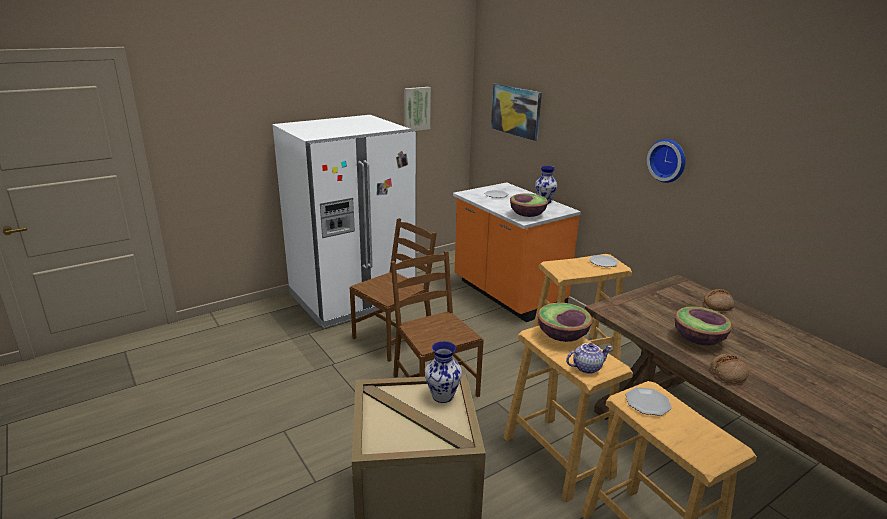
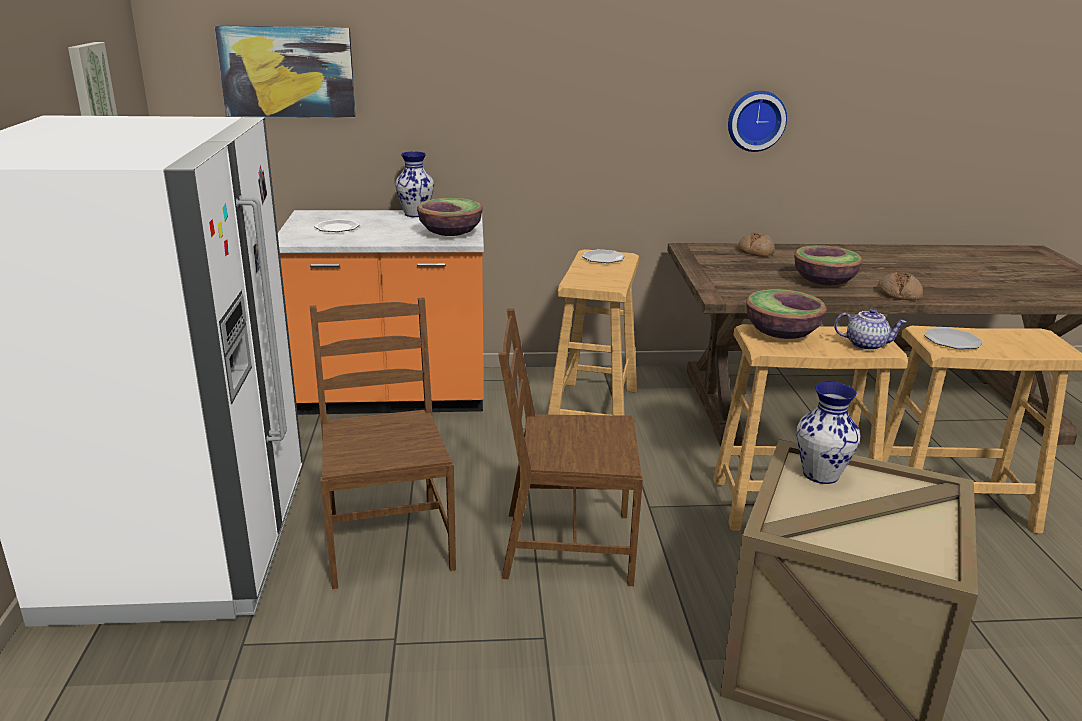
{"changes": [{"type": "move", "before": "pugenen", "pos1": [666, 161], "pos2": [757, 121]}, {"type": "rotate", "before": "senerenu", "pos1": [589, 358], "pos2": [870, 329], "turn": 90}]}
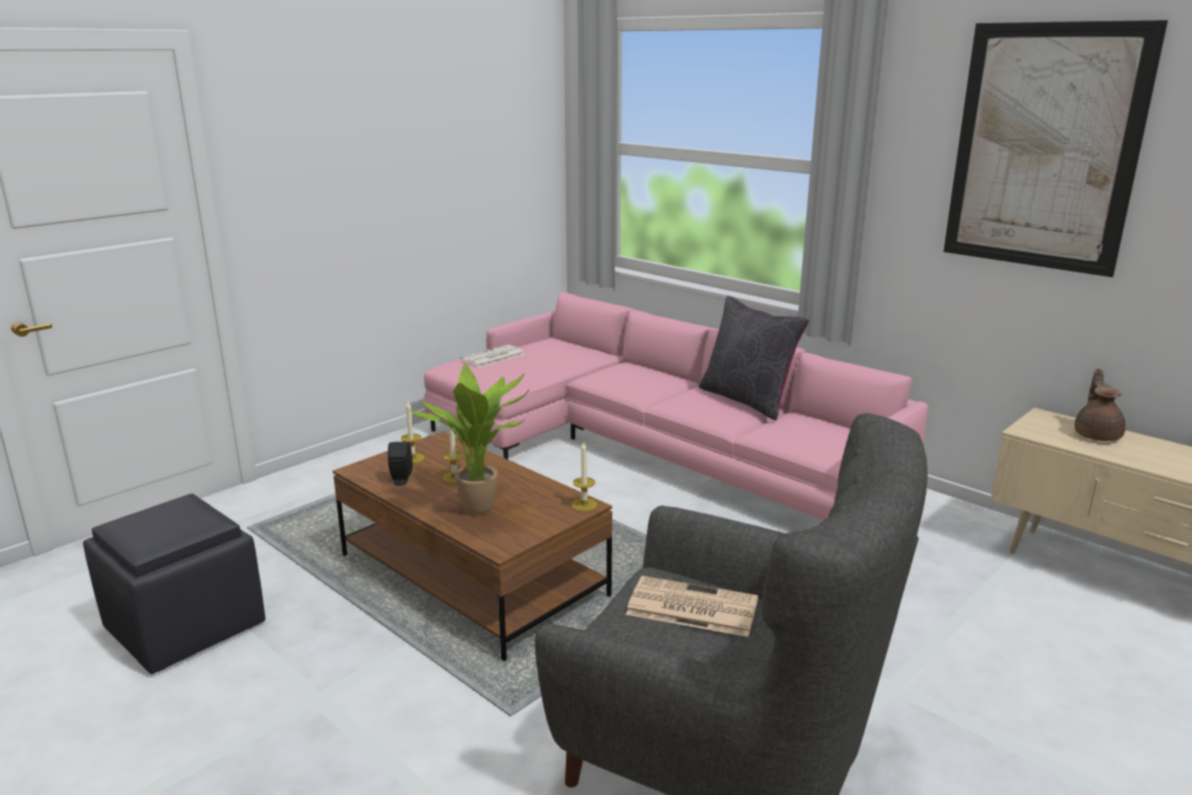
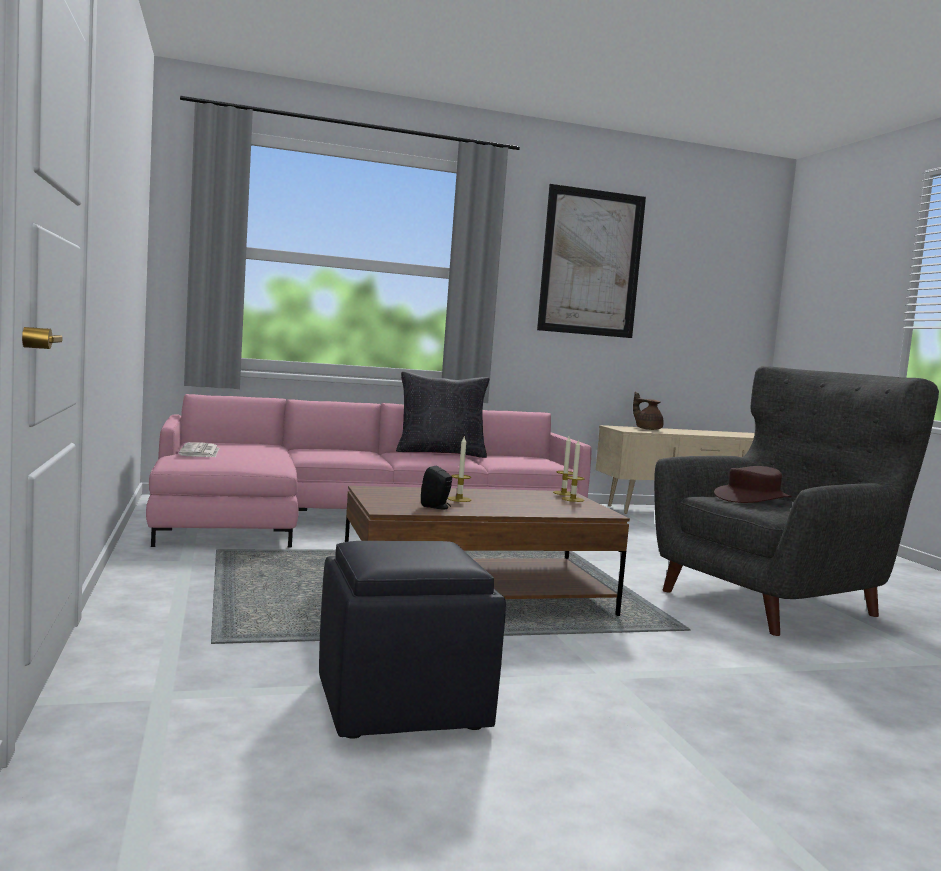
{"changes": [{"type": "move", "before": "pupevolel", "pos1": [412, 432], "pos2": [573, 470]}, {"type": "replace", "before": "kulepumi", "after": "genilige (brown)", "pos1": [692, 606], "pos2": [753, 484]}, {"type": "delete", "before": "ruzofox", "pos1": [468, 439]}]}
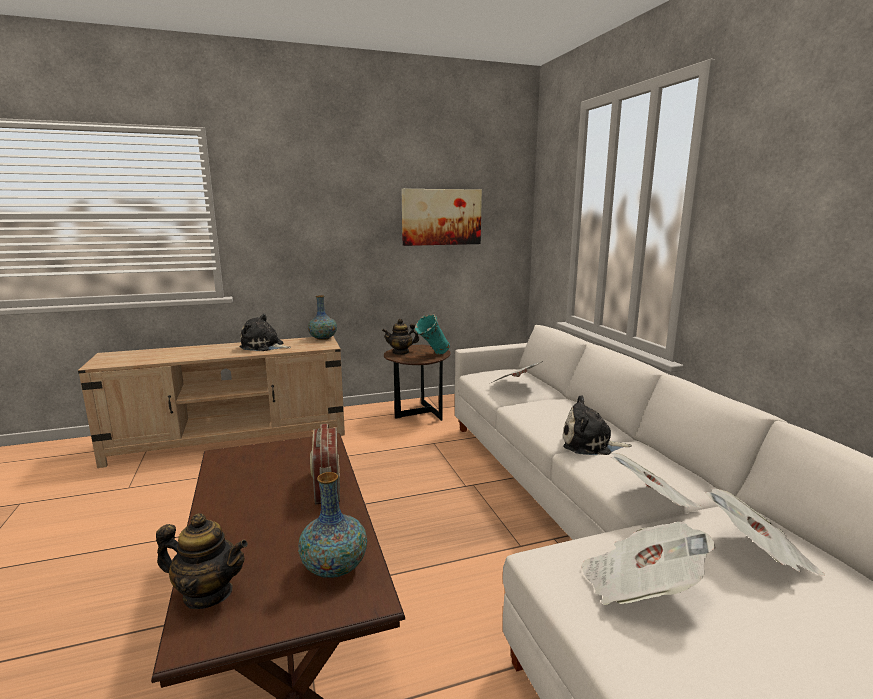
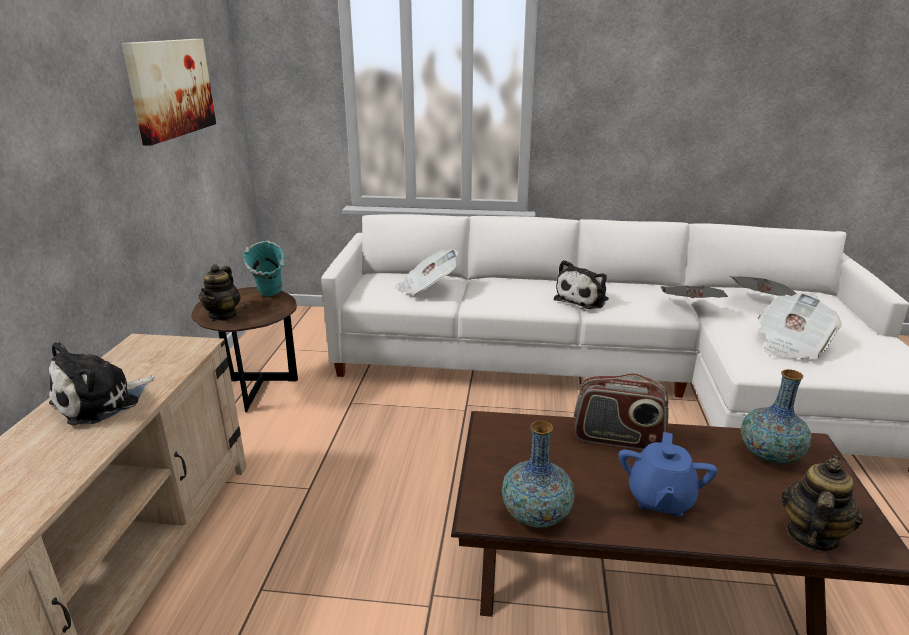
{"changes": [{"type": "move", "before": "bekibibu", "pos1": [322, 317], "pos2": [538, 474]}, {"type": "insert", "after": "senerenu (blue)", "pos2": [668, 474]}]}
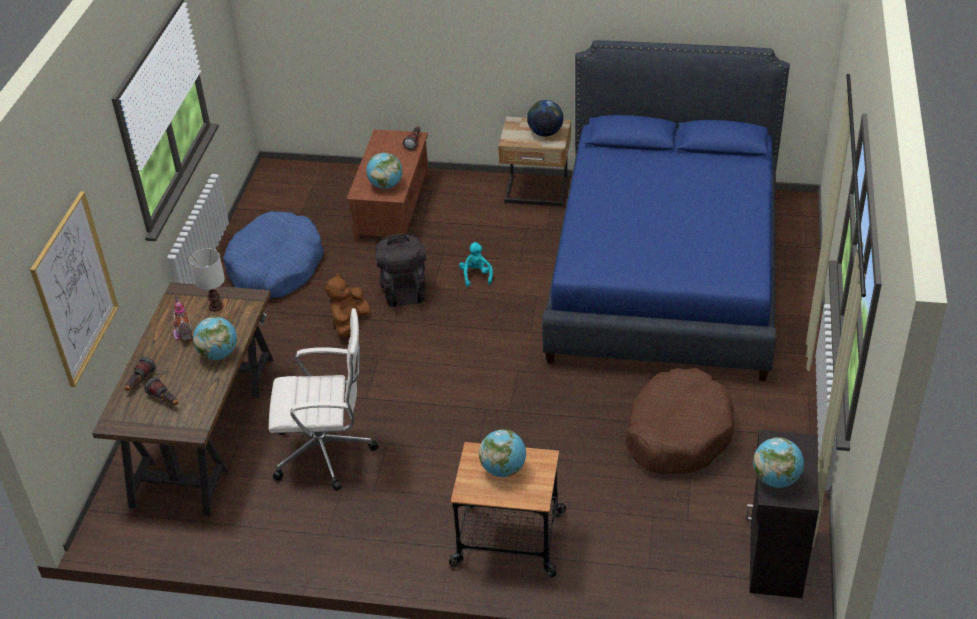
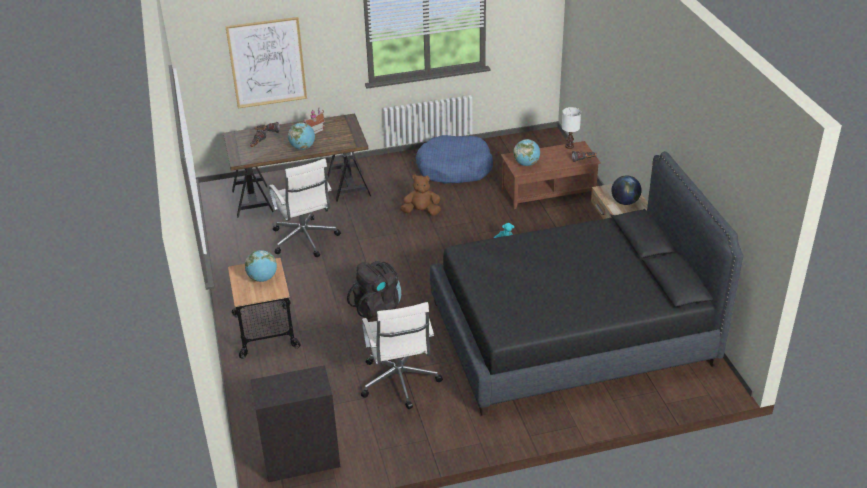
{"changes": [{"type": "move", "before": "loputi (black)", "pos1": [400, 270], "pos2": [374, 290]}, {"type": "replace", "before": "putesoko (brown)", "after": "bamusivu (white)", "pos1": [679, 421], "pos2": [402, 355]}, {"type": "recolor", "before": "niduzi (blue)", "after": "niduzi (black)", "pos1": [666, 210], "pos2": [586, 283]}, {"type": "move", "before": "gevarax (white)", "pos1": [207, 280], "pos2": [571, 128]}, {"type": "delete", "before": "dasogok", "pos1": [778, 462]}]}
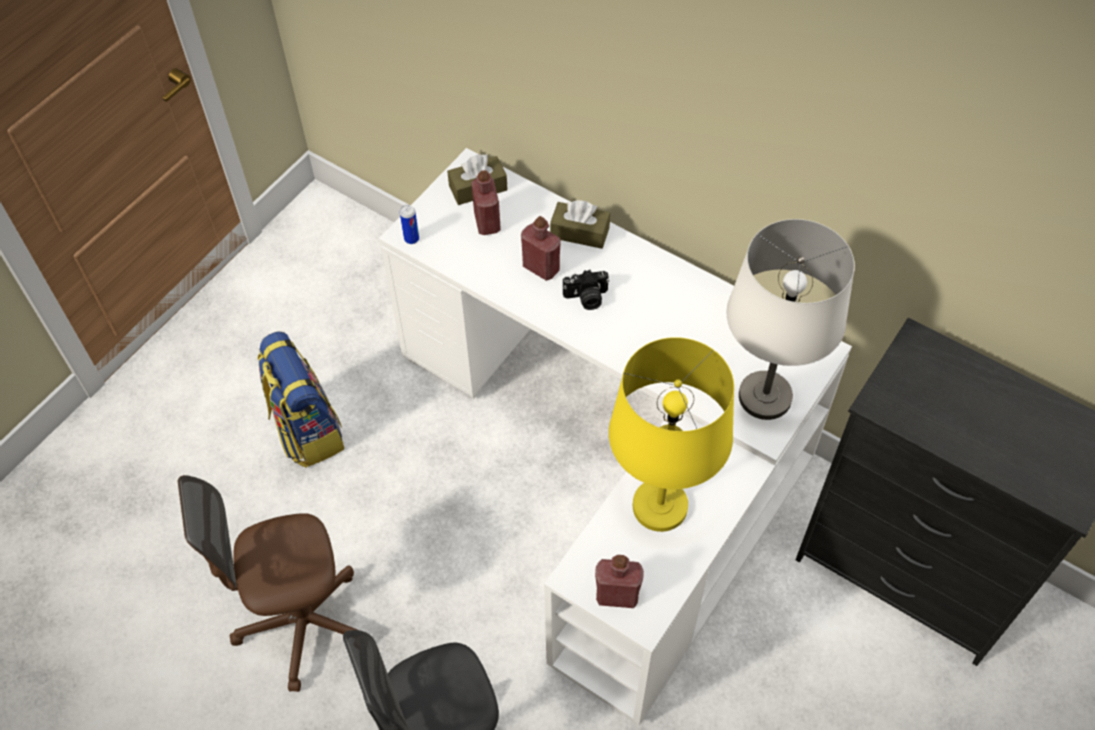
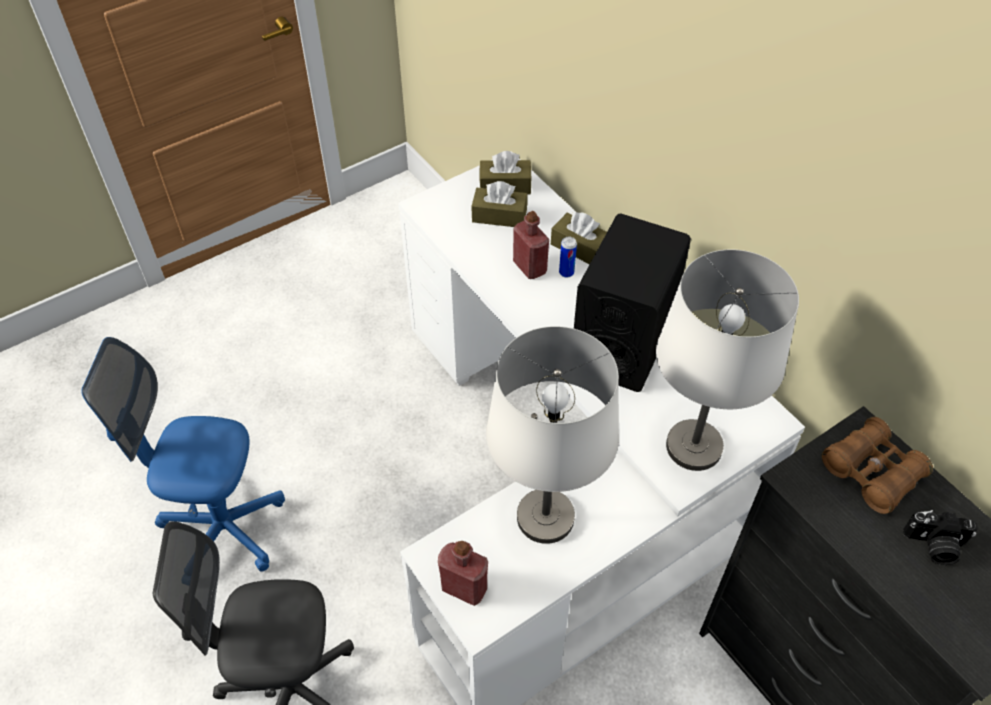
{"changes": [{"type": "recolor", "before": "bamusivu (brown)", "after": "bamusivu (blue)", "pos1": [267, 583], "pos2": [183, 454]}, {"type": "replace", "before": "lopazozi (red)", "after": "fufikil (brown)", "pos1": [486, 202], "pos2": [499, 204]}, {"type": "recolor", "before": "gevarax (yellow)", "after": "gevarax (white)", "pos1": [671, 434], "pos2": [552, 435]}, {"type": "move", "before": "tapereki", "pos1": [409, 224], "pos2": [568, 257]}, {"type": "insert", "after": "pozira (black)", "pos2": [632, 303]}, {"type": "insert", "after": "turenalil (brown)", "pos2": [877, 465]}, {"type": "move", "before": "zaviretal", "pos1": [586, 290], "pos2": [940, 537]}, {"type": "delete", "before": "loputi", "pos1": [300, 399]}]}
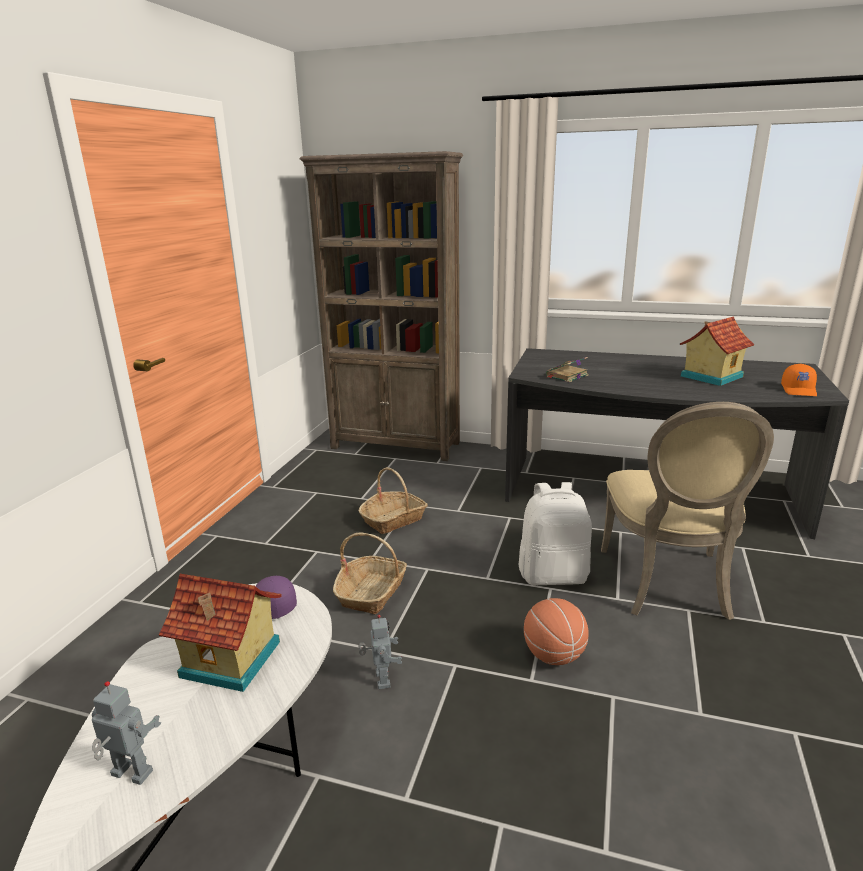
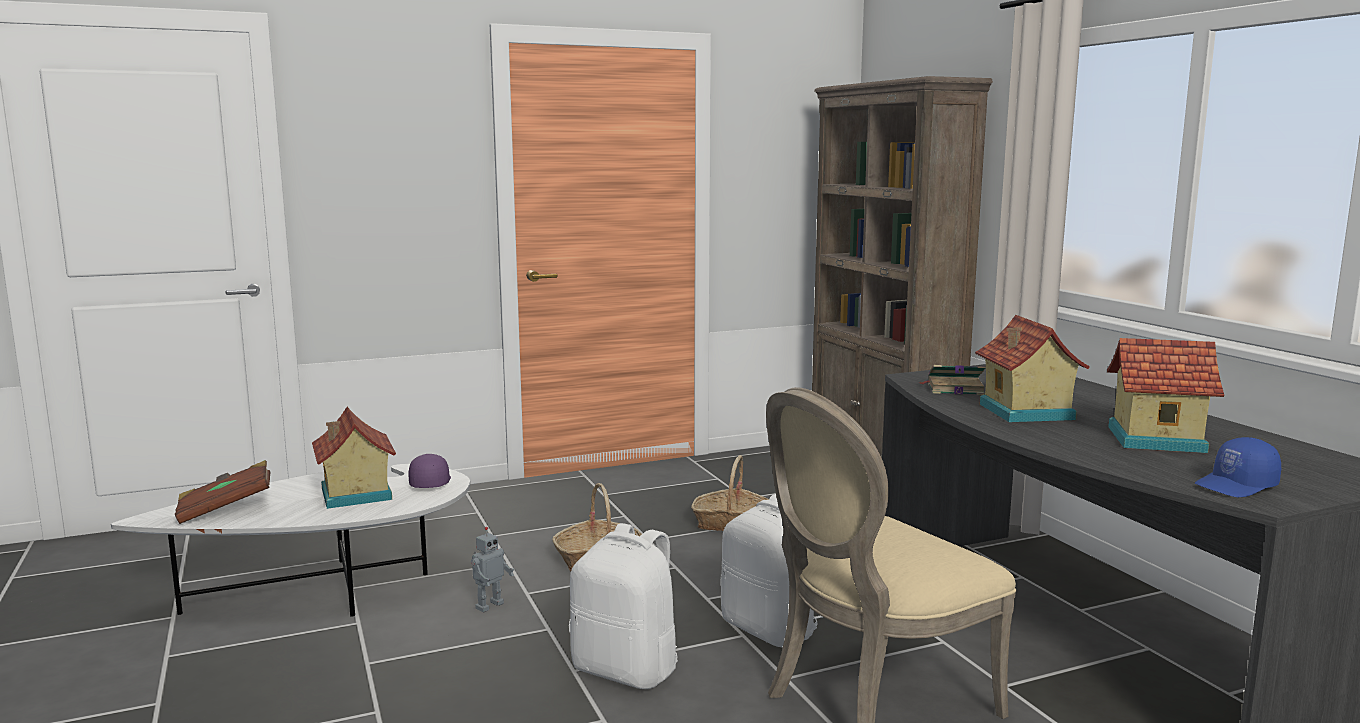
{"changes": [{"type": "replace", "before": "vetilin", "after": "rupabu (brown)", "pos1": [126, 733], "pos2": [222, 492]}, {"type": "replace", "before": "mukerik", "after": "loputi (white)", "pos1": [556, 631], "pos2": [623, 606]}, {"type": "insert", "after": "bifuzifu", "pos2": [1032, 368]}, {"type": "recolor", "before": "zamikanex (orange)", "after": "zamikanex (blue)", "pos1": [799, 380], "pos2": [1238, 467]}]}
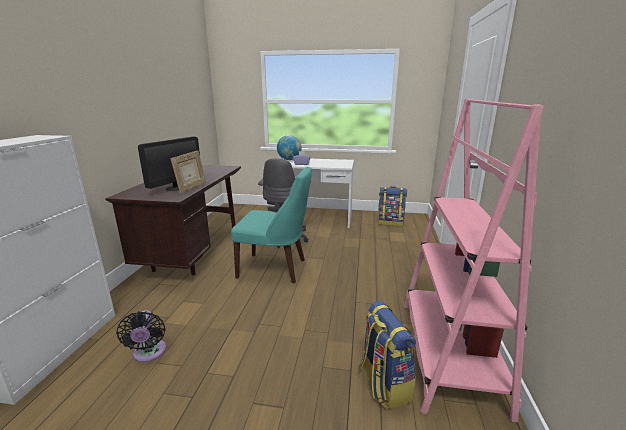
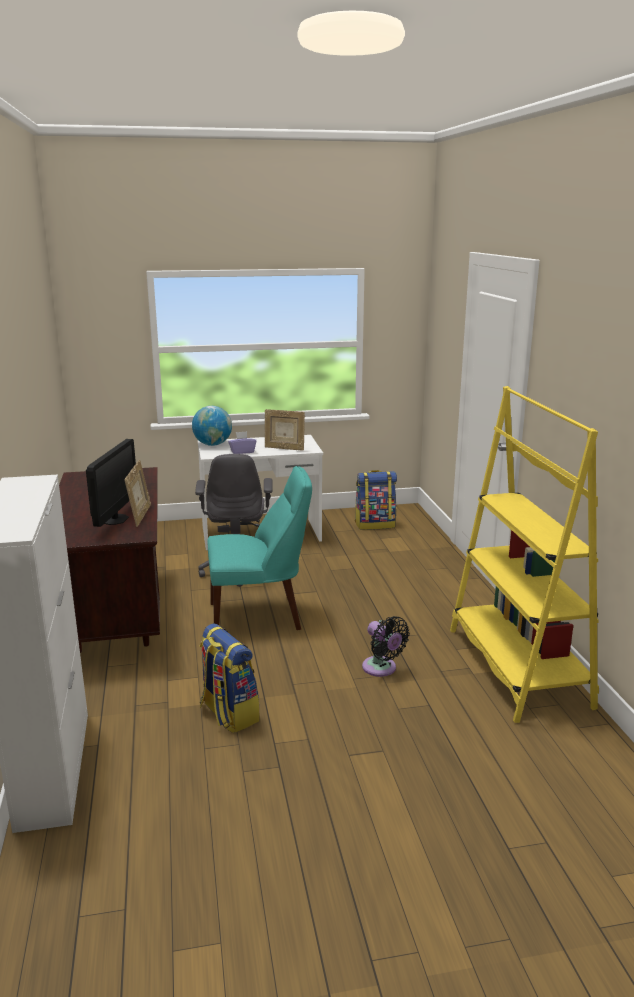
{"changes": [{"type": "move", "before": "loputi", "pos1": [387, 355], "pos2": [230, 678]}, {"type": "insert", "after": "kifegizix", "pos2": [285, 430]}, {"type": "move", "before": "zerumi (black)", "pos1": [141, 336], "pos2": [386, 646]}, {"type": "recolor", "before": "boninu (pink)", "after": "boninu (yellow)", "pos1": [474, 260], "pos2": [524, 554]}]}
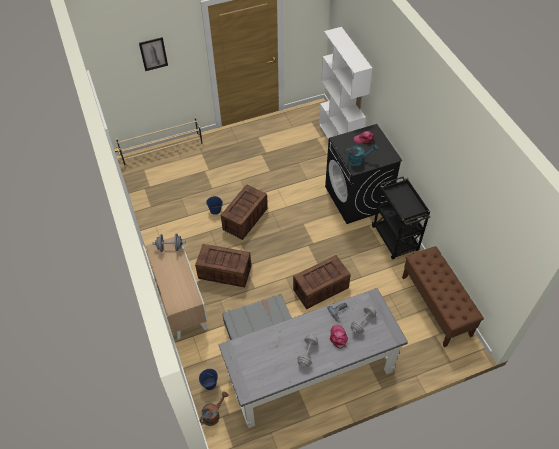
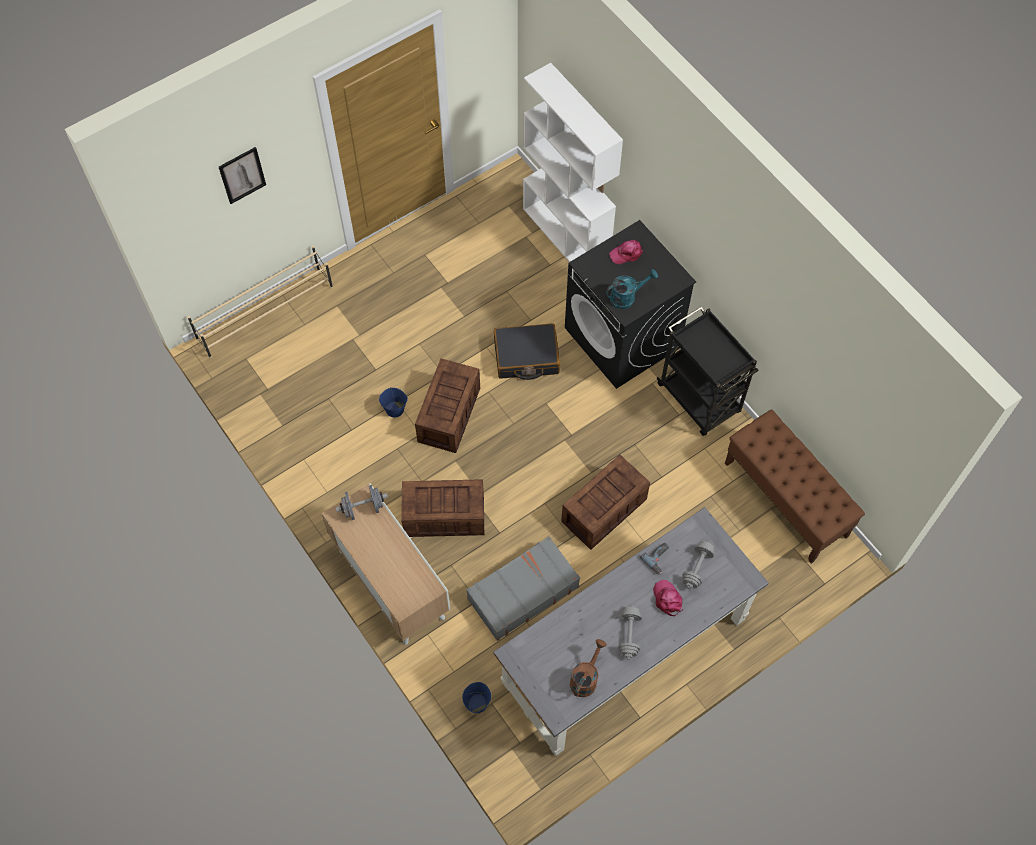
{"changes": [{"type": "insert", "after": "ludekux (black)", "pos2": [527, 351]}, {"type": "move", "before": "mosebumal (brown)", "pos1": [214, 408], "pos2": [588, 668]}]}
